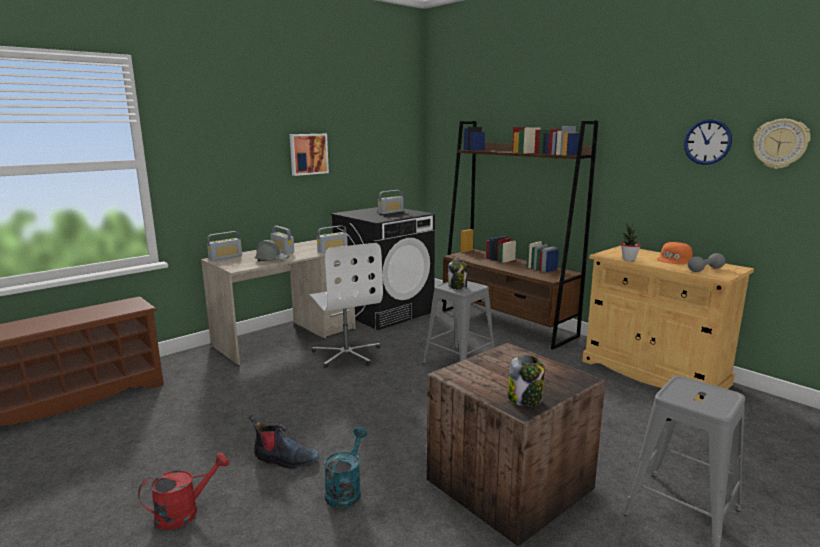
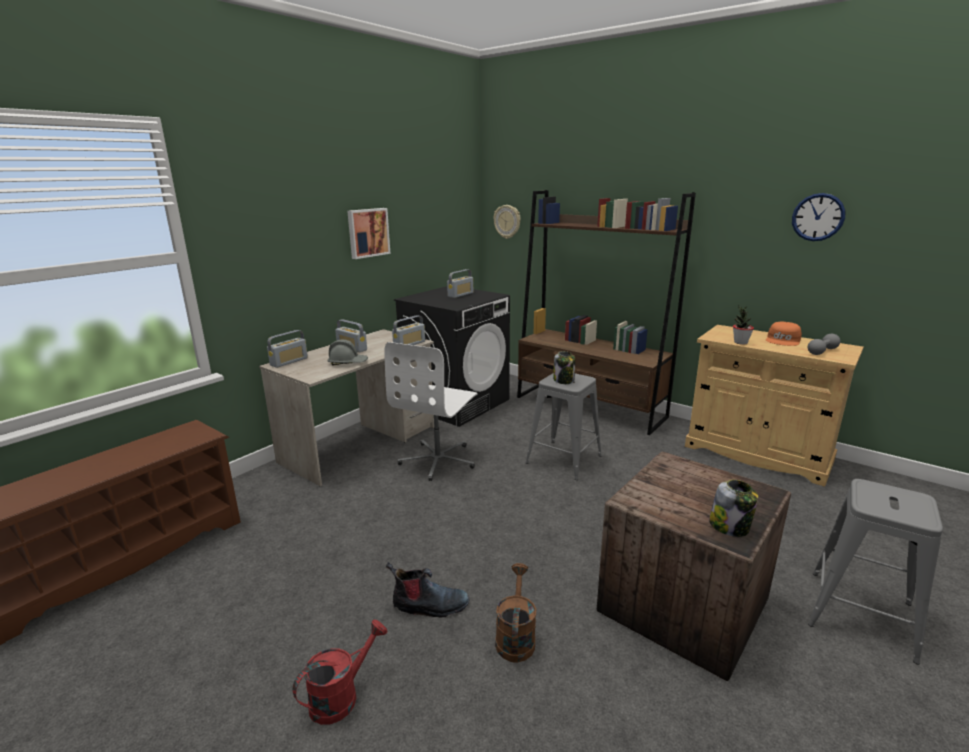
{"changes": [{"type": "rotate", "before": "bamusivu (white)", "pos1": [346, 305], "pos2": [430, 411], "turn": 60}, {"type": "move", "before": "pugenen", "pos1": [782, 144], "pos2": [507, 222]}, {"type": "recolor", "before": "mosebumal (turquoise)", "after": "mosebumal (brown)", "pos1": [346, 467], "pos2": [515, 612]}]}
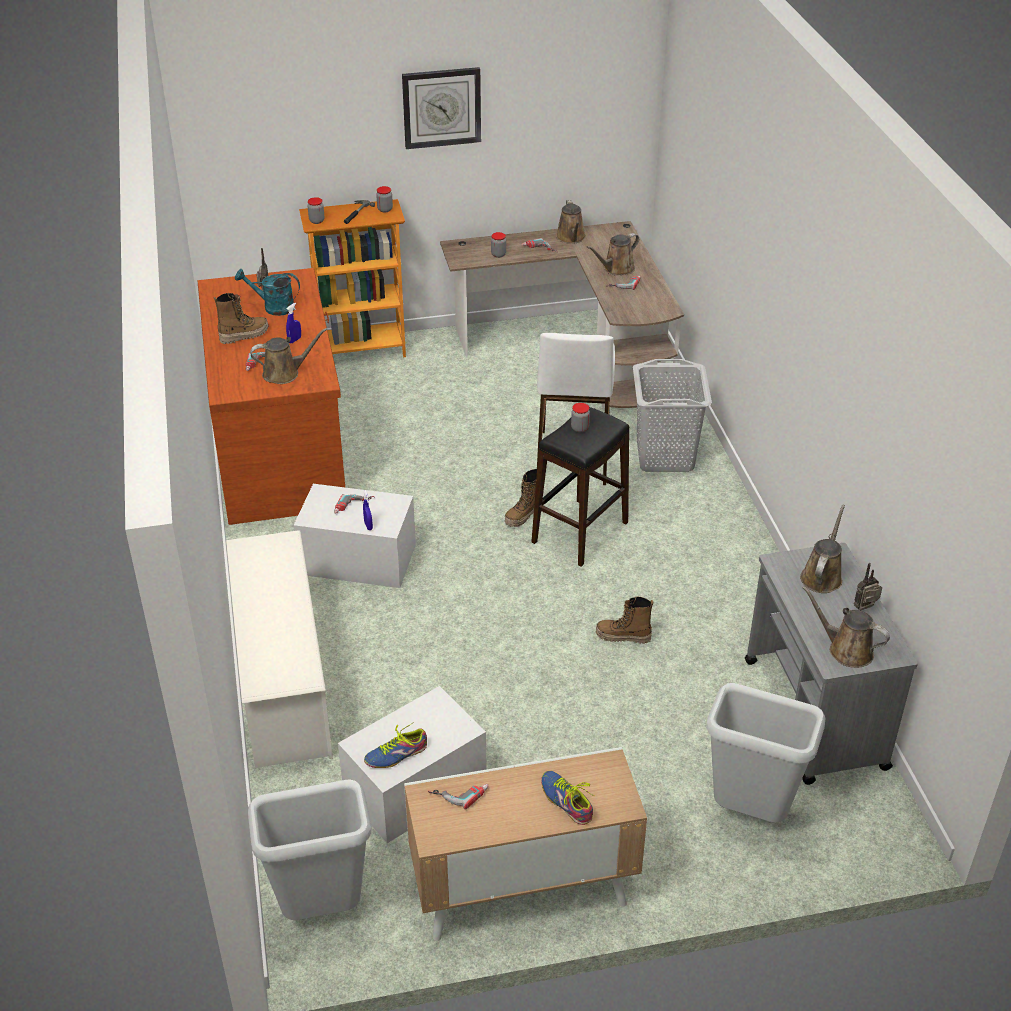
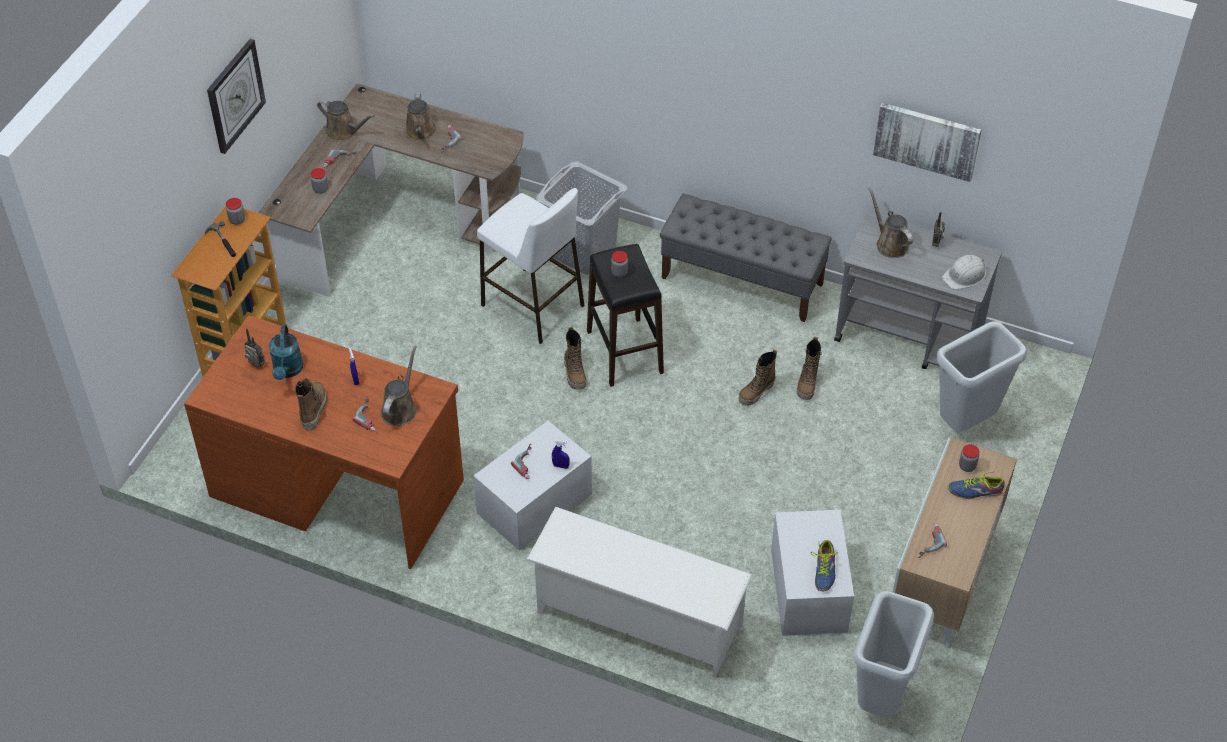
{"changes": [{"type": "rotate", "before": "mosebumal (turquoise)", "pos1": [267, 292], "pos2": [286, 352], "turn": -45}, {"type": "insert", "after": "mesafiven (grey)", "pos2": [746, 258]}, {"type": "insert", "after": "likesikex", "pos2": [809, 368]}, {"type": "insert", "after": "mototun", "pos2": [927, 142]}, {"type": "replace", "before": "mosebumal (brown)", "after": "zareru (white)", "pos1": [846, 627], "pos2": [964, 272]}, {"type": "move", "before": "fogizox", "pos1": [315, 210], "pos2": [969, 458]}]}
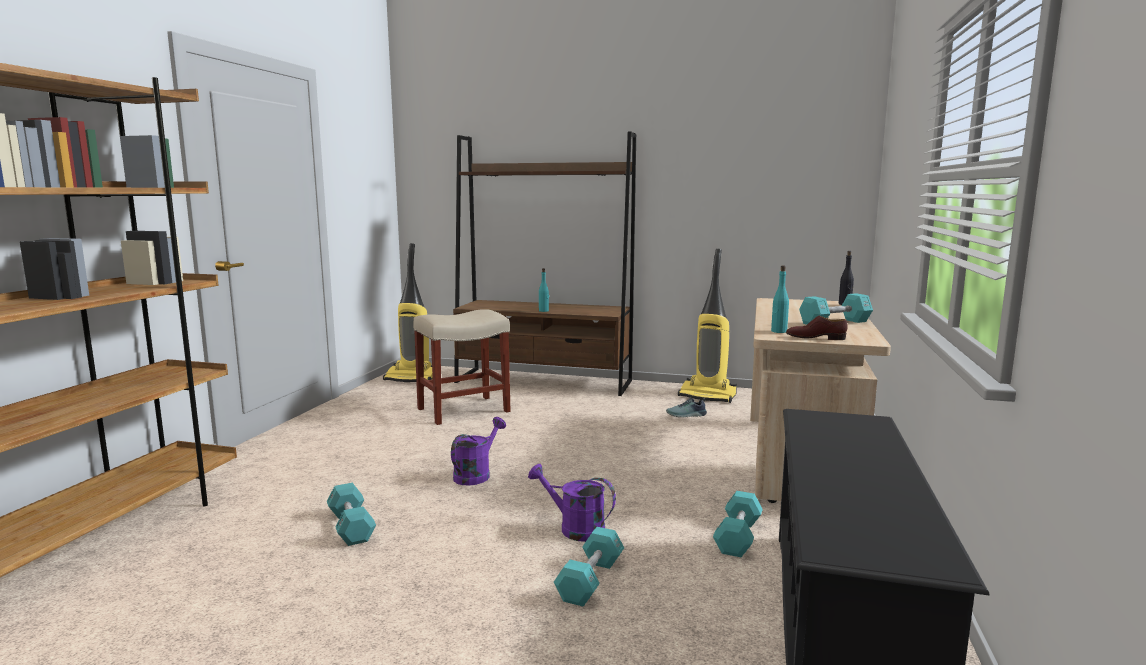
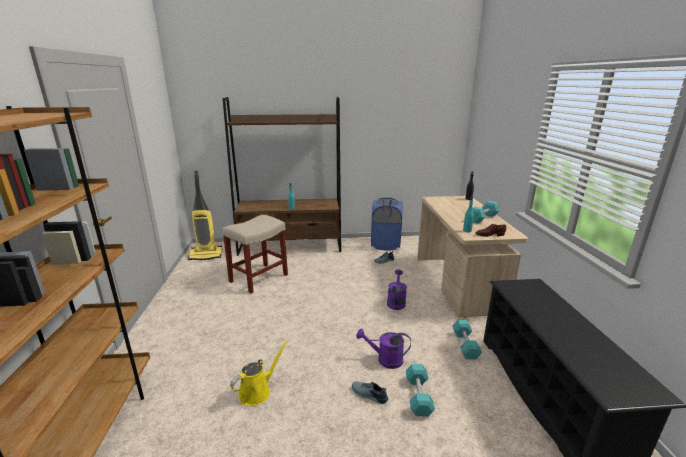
{"changes": [{"type": "replace", "before": "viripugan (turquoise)", "after": "mosebumal (yellow)", "pos1": [351, 514], "pos2": [259, 373]}, {"type": "insert", "after": "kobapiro", "pos2": [370, 393]}, {"type": "replace", "before": "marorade", "after": "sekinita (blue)", "pos1": [707, 326], "pos2": [386, 224]}, {"type": "move", "before": "mosebumal (purple)", "pos1": [478, 451], "pos2": [397, 290]}]}
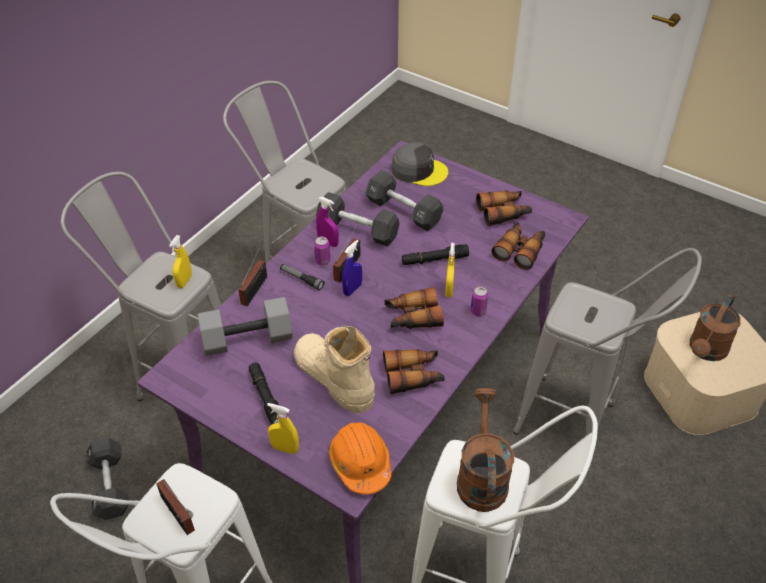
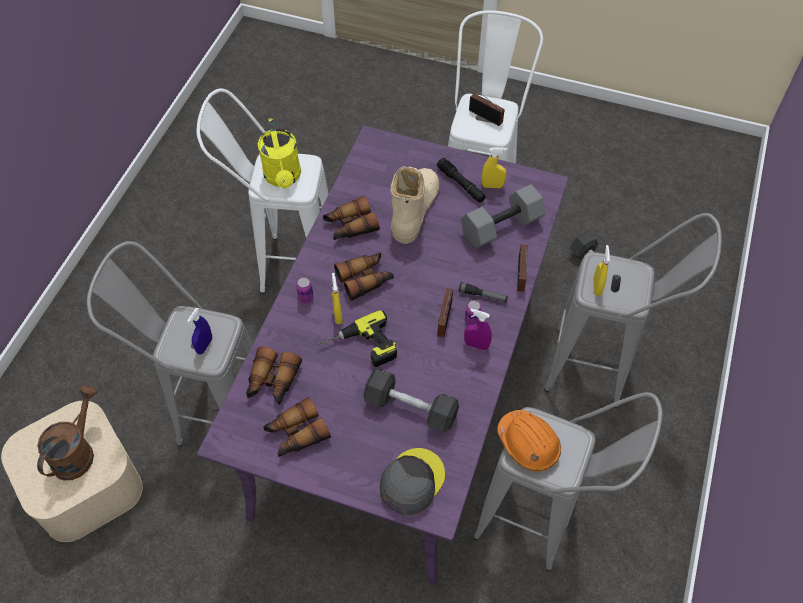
{"changes": [{"type": "move", "before": "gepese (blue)", "pos1": [352, 268], "pos2": [199, 331]}, {"type": "recolor", "before": "mosebumal (brown)", "after": "mosebumal (yellow)", "pos1": [485, 450], "pos2": [279, 153]}, {"type": "replace", "before": "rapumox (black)", "after": "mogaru", "pos1": [435, 254], "pos2": [357, 338]}, {"type": "rotate", "before": "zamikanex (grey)", "pos1": [420, 164], "pos2": [412, 482], "turn": 120}, {"type": "rotate", "before": "likesikex (beige)", "pos1": [334, 369], "pos2": [414, 205], "turn": -105}, {"type": "move", "before": "gepese (yellow)", "pos1": [283, 428], "pos2": [494, 167]}, {"type": "move", "before": "zareru (orange)", "pos1": [360, 458], "pos2": [529, 441]}, {"type": "delete", "before": "viripugan (black)", "pos1": [358, 219]}]}
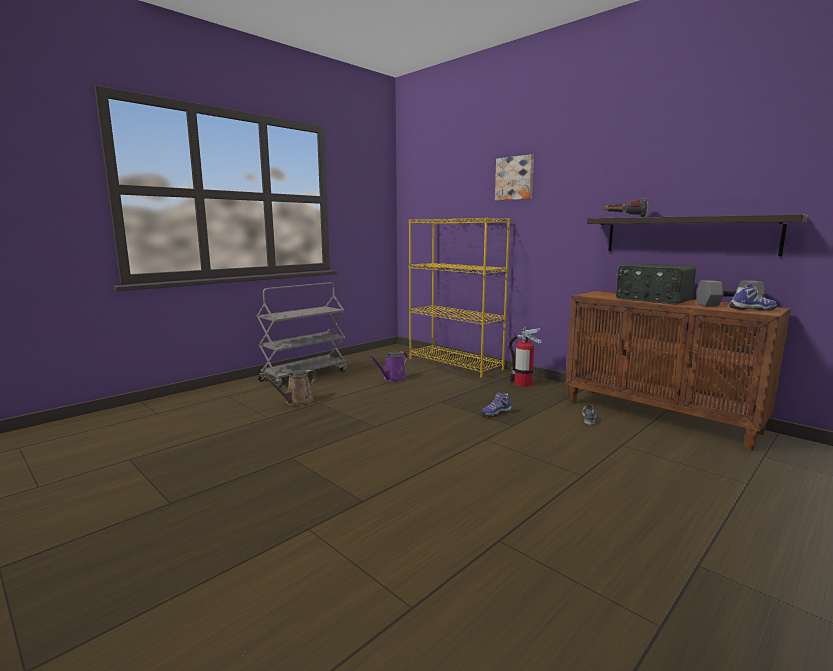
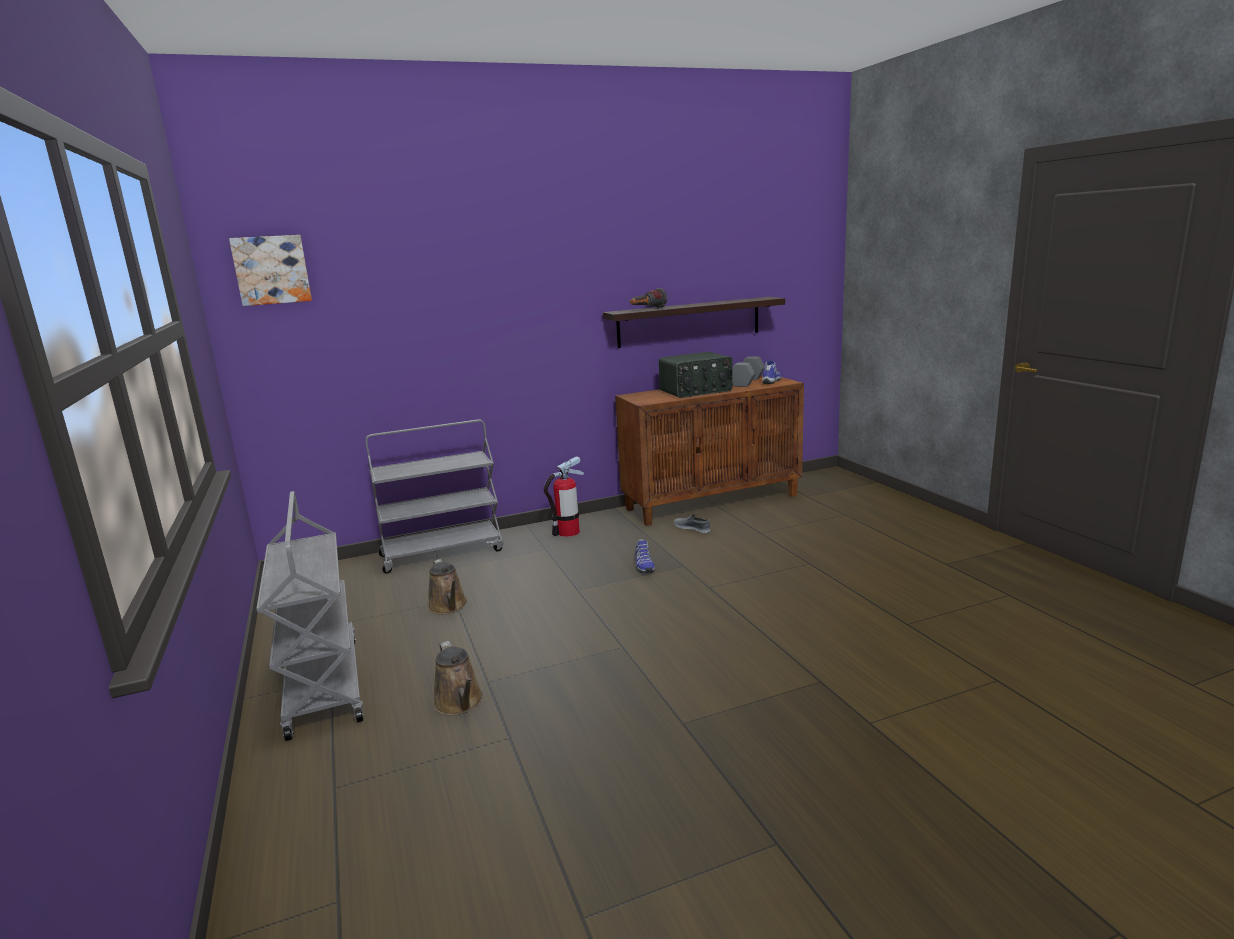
{"changes": [{"type": "move", "before": "mototun", "pos1": [514, 177], "pos2": [270, 270]}, {"type": "replace", "before": "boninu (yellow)", "after": "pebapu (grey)", "pos1": [459, 298], "pos2": [434, 496]}, {"type": "recolor", "before": "mosebumal (purple)", "after": "mosebumal (brown)", "pos1": [388, 367], "pos2": [447, 586]}]}
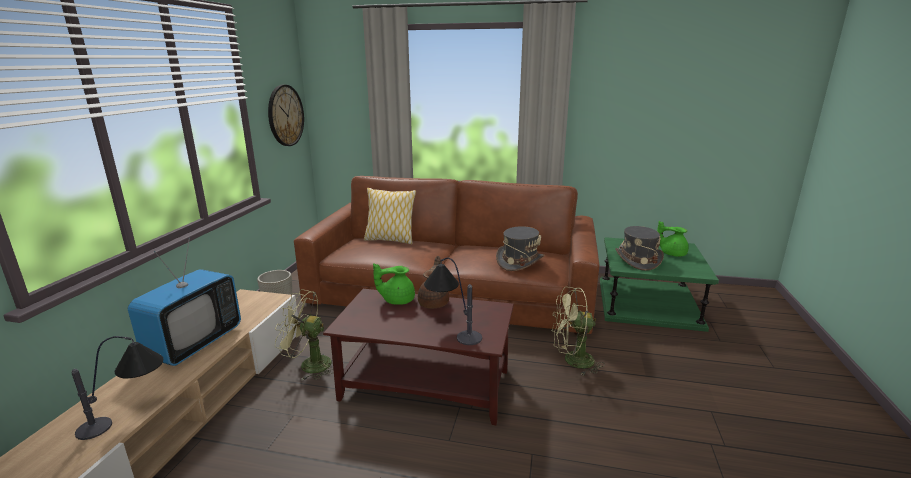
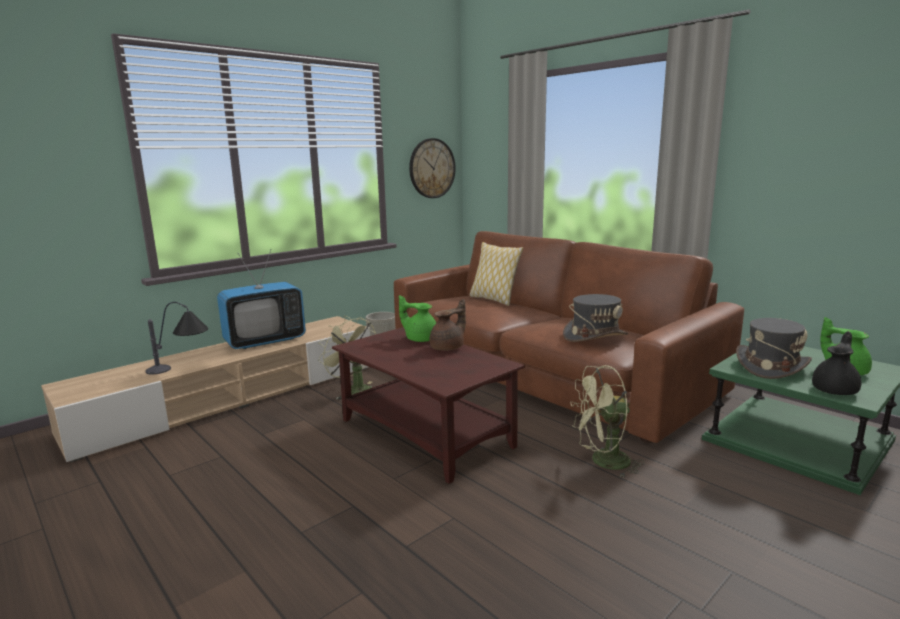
{"changes": [{"type": "rotate", "before": "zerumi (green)", "pos1": [578, 331], "pos2": [607, 421], "turn": -45}, {"type": "insert", "after": "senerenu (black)", "pos2": [836, 363]}, {"type": "delete", "before": "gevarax", "pos1": [453, 301]}]}
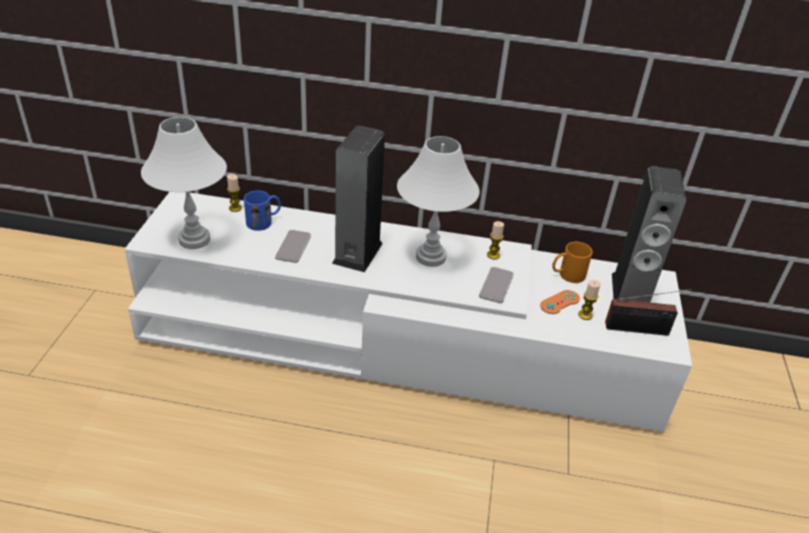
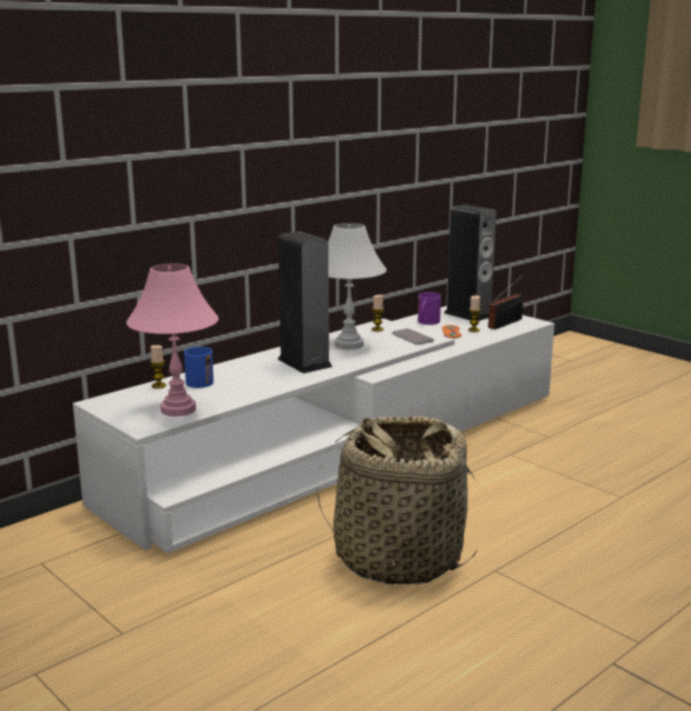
{"changes": [{"type": "recolor", "before": "gevarax (white)", "after": "gevarax (pink)", "pos1": [184, 183], "pos2": [172, 340]}, {"type": "insert", "after": "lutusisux", "pos2": [398, 500]}, {"type": "recolor", "before": "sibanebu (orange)", "after": "sibanebu (purple)", "pos1": [572, 262], "pos2": [429, 308]}, {"type": "delete", "before": "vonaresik", "pos1": [293, 246]}]}
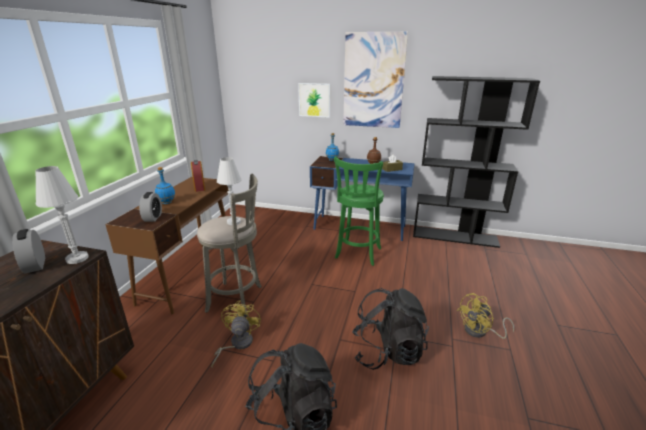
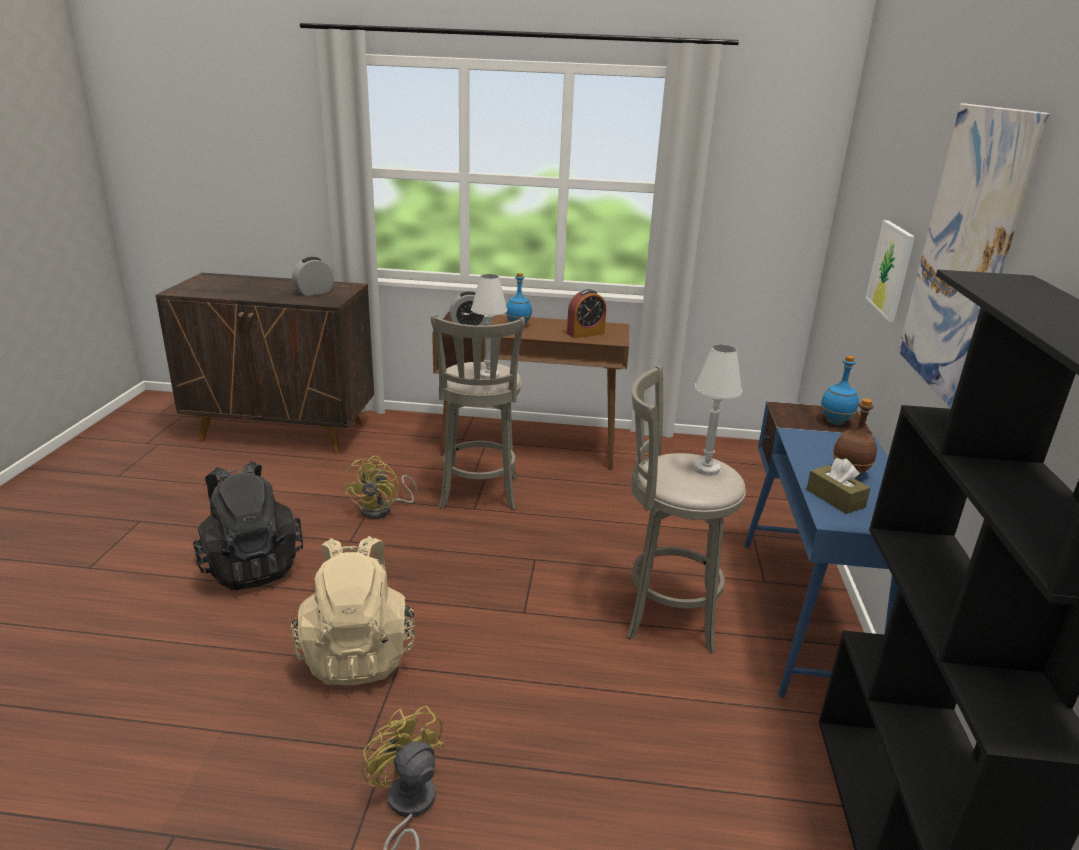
{"changes": [{"type": "recolor", "before": "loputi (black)", "after": "loputi (beige)", "pos1": [390, 329], "pos2": [353, 610]}, {"type": "rotate", "before": "zerumi (yellow)", "pos1": [236, 333], "pos2": [380, 487], "turn": 105}, {"type": "recolor", "before": "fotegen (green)", "after": "fotegen (grey)", "pos1": [359, 211], "pos2": [686, 509]}, {"type": "move", "before": "gevarax (white)", "pos1": [61, 215], "pos2": [717, 410]}]}
